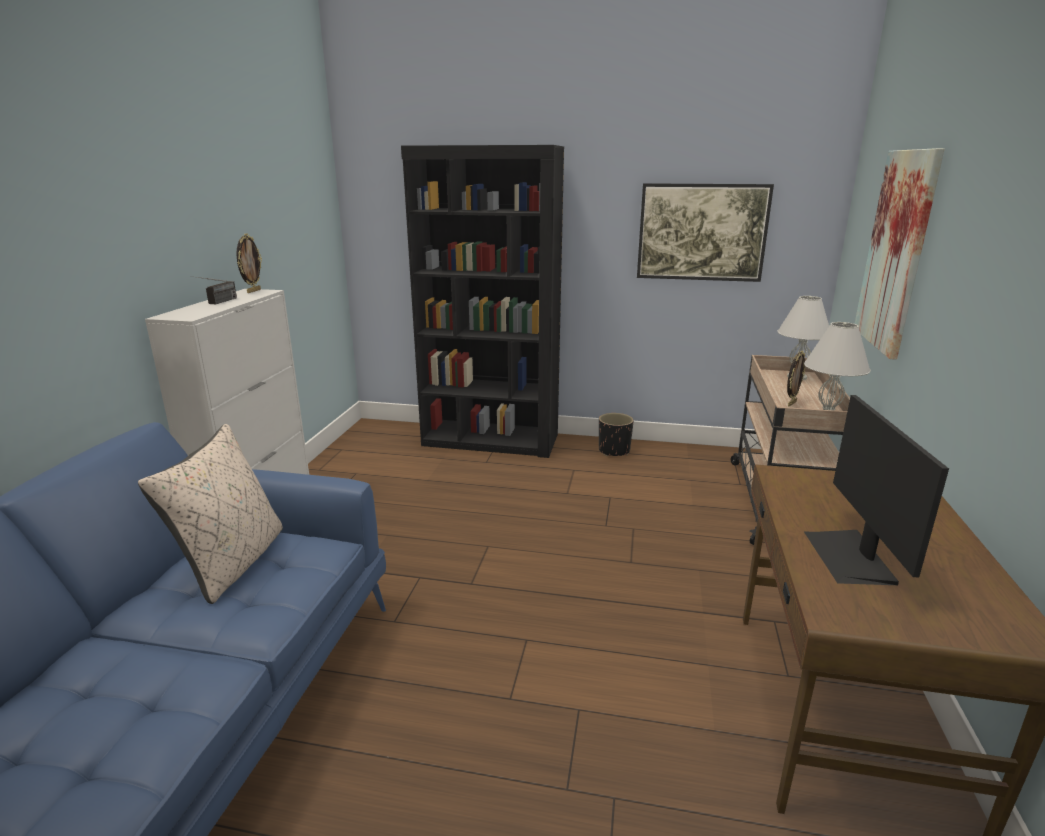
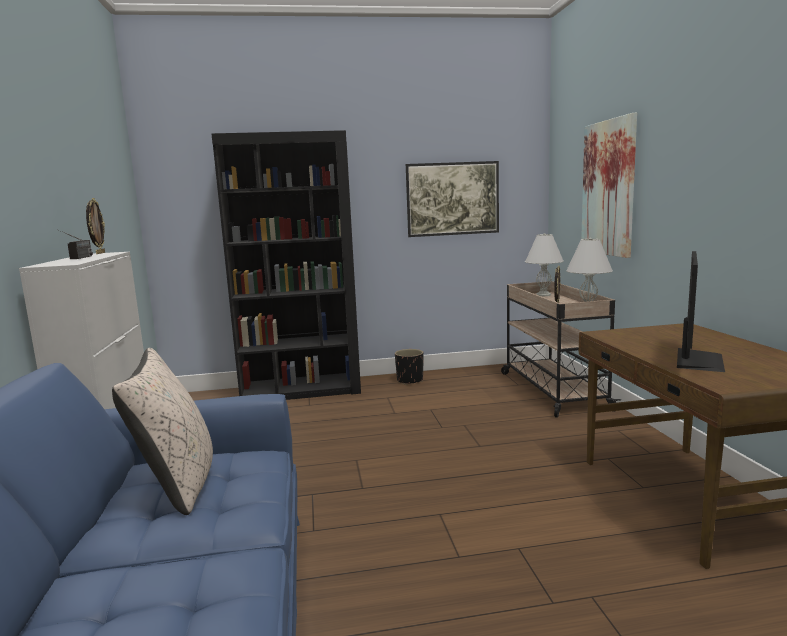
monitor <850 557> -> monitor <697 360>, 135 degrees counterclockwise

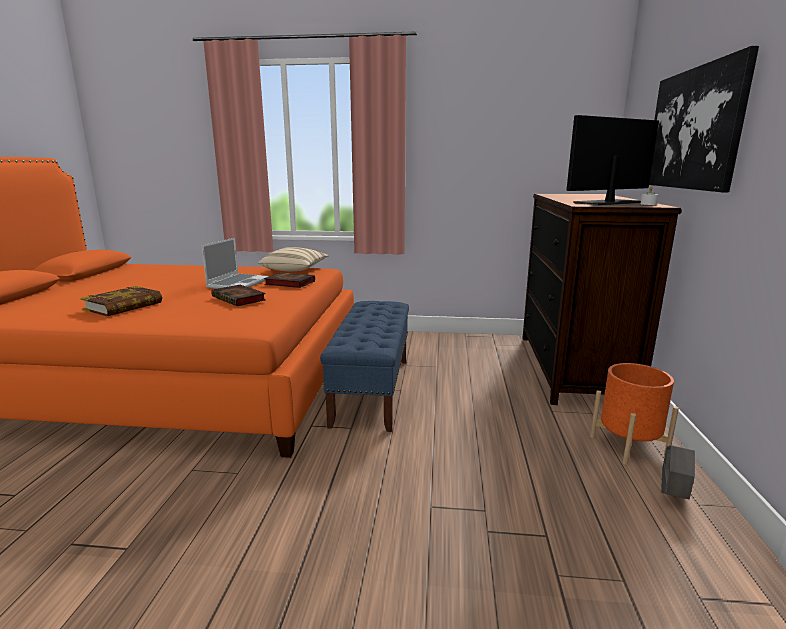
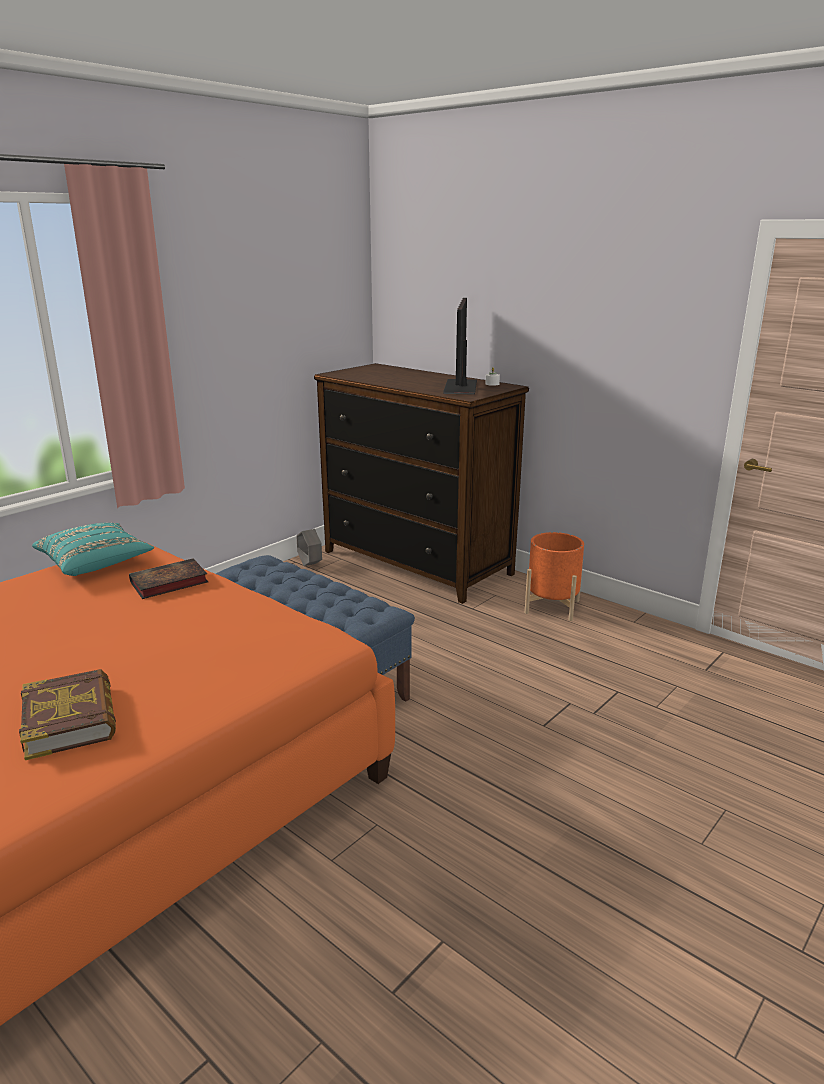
picture <693 129> -> none
laptop <238 283> -> none
pillow (beige) <295 270> -> pillow (turquoise) <96 564>
book <240 299> -> none
planter (grey) <672 495> -> planter (grey) <310 564>, moved

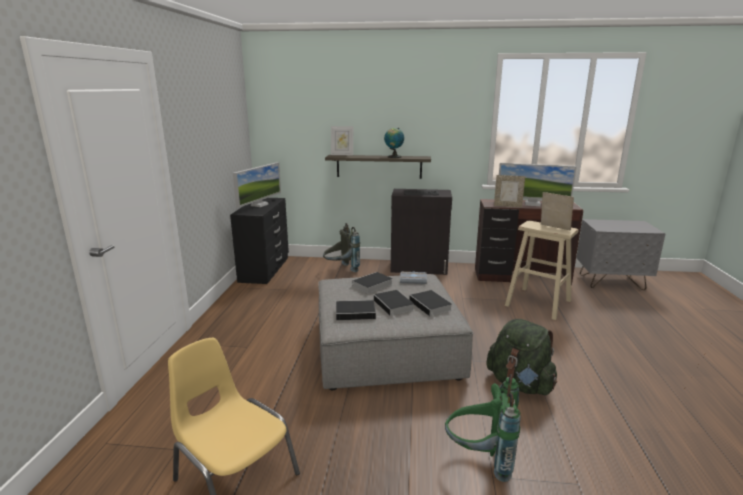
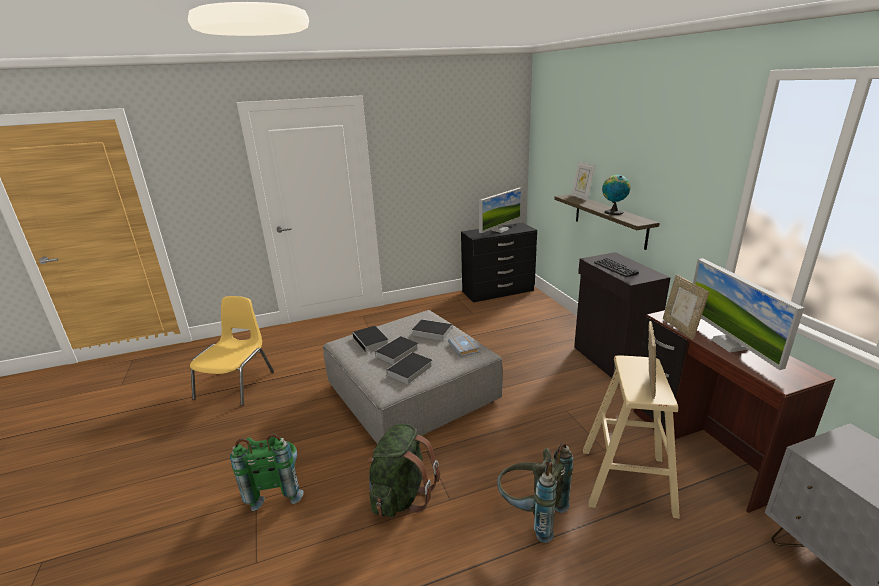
monitor <259 205> -> monitor <500 230>, 45 degrees counterclockwise
backpack (grey) <341 270> -> backpack (grey) <531 514>, moved

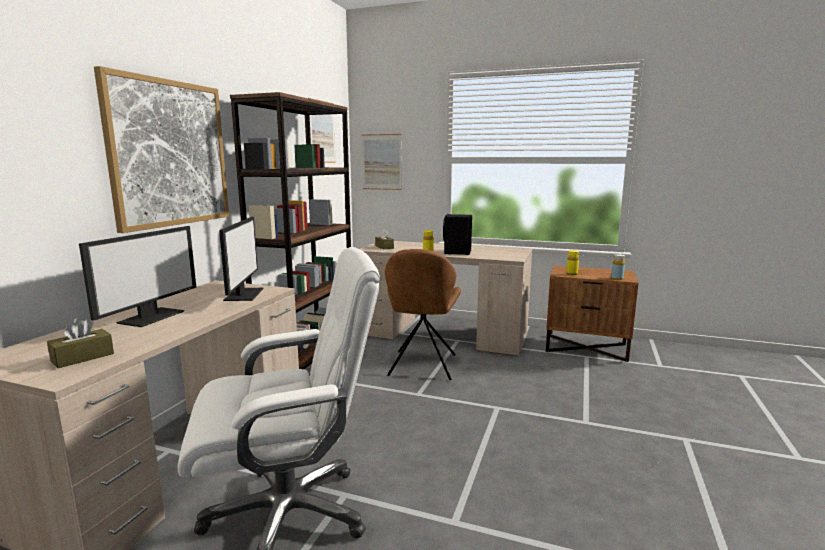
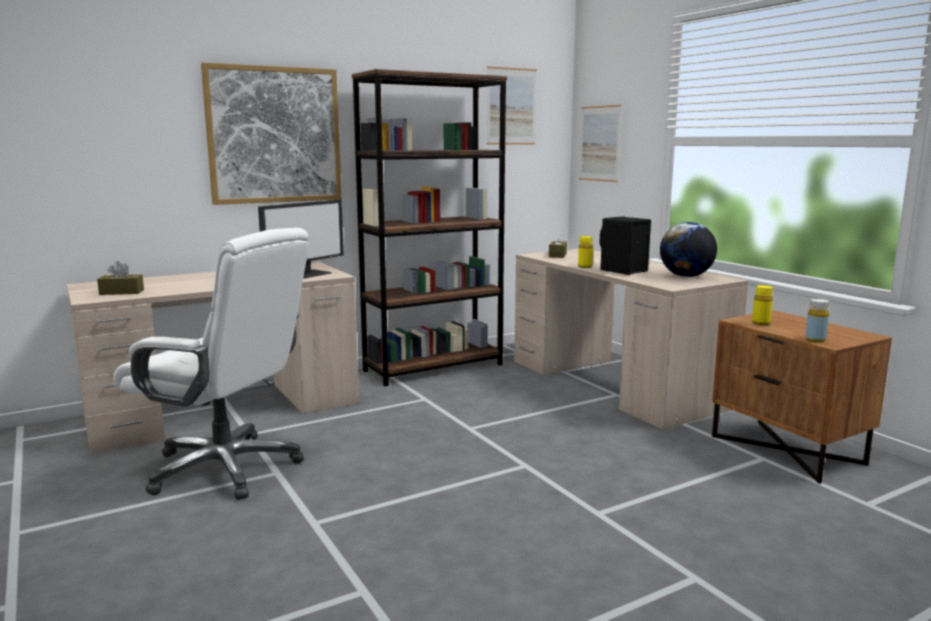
monitor <151 316> -> none
chair (brown) <422 366> -> none
none -> globe <686 276>

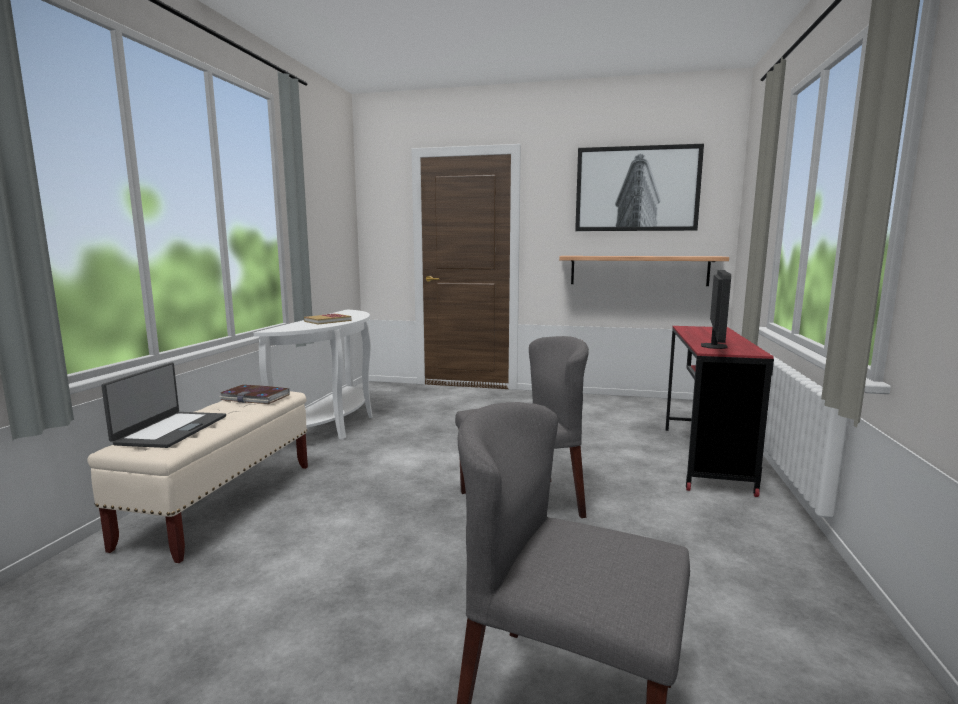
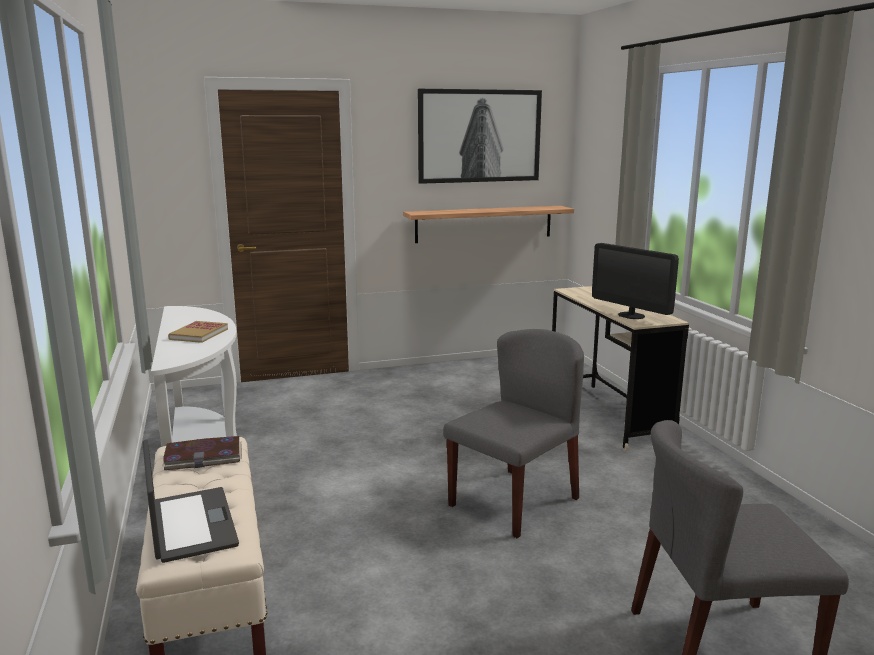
monitor <713 346> -> monitor <631 315>, 150 degrees clockwise
desk (red) <705 458> -> desk (beige) <607 415>

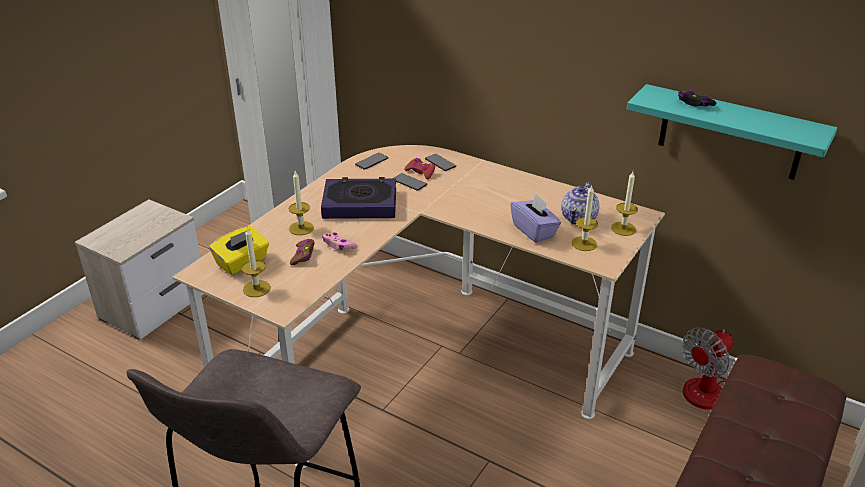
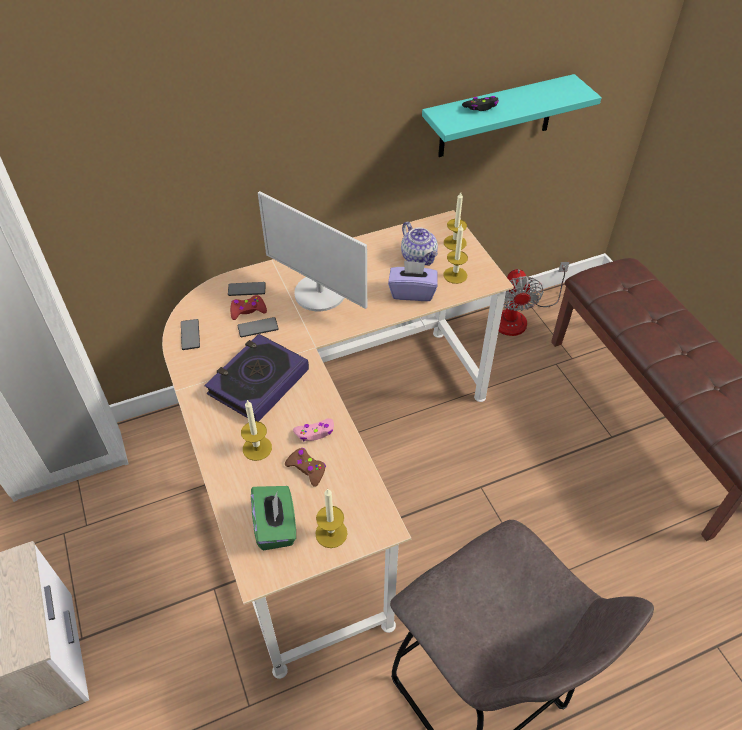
tissue box (yellow) <242 263> -> tissue box (green) <276 526>
none -> monitor <320 293>

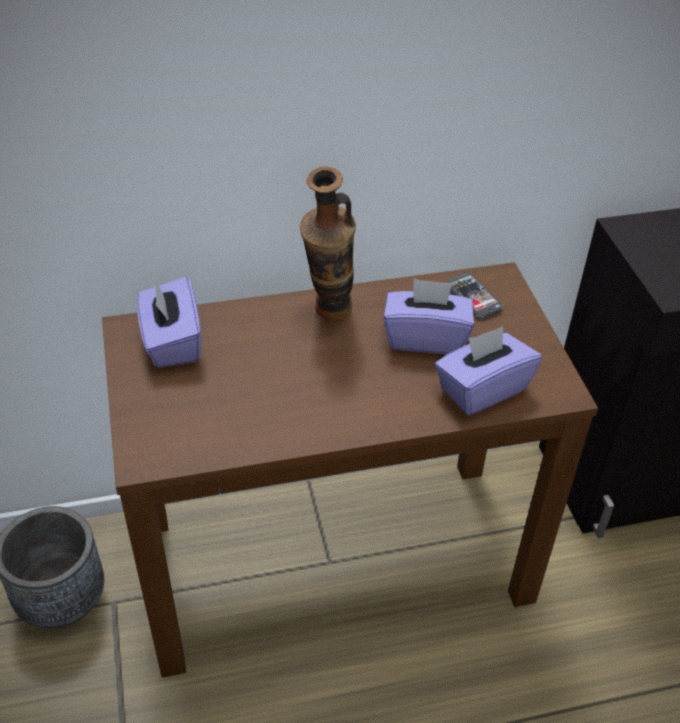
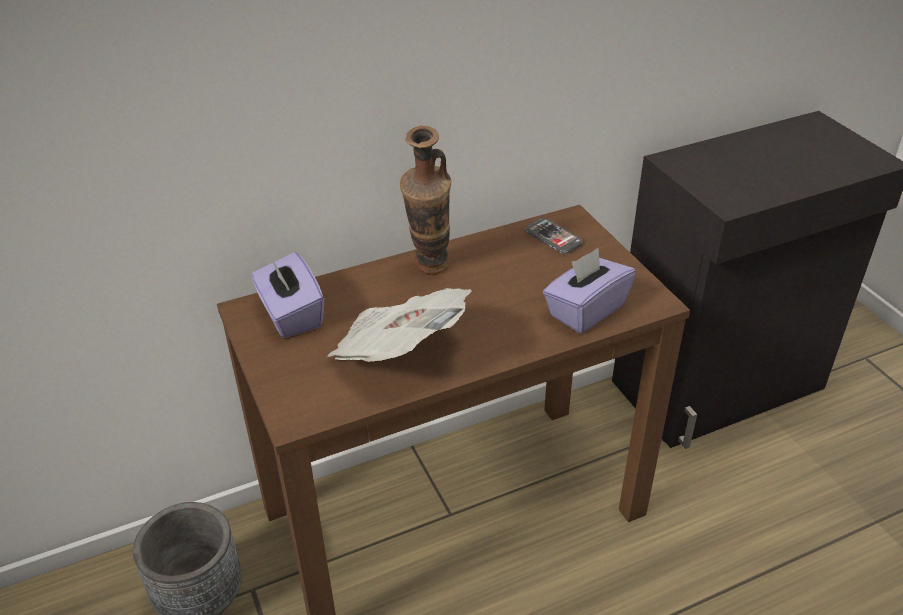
tissue box (purple) <426 338> -> none
none -> newspaper <399 352>

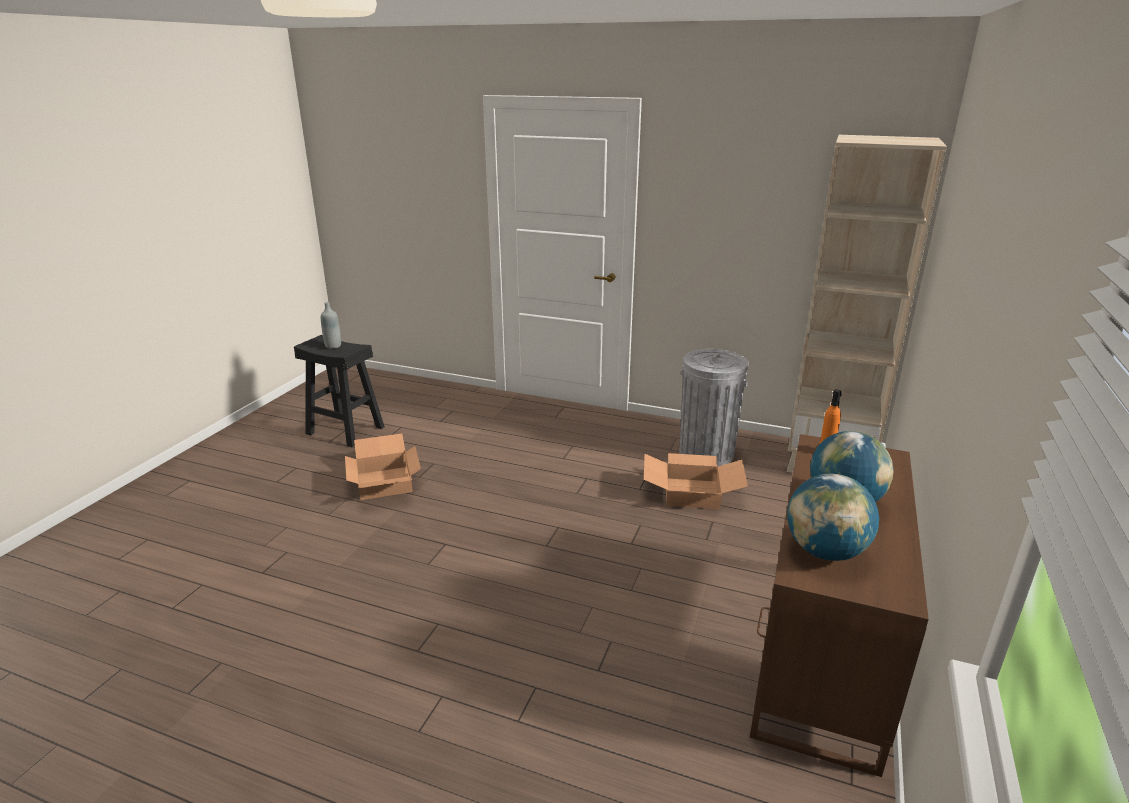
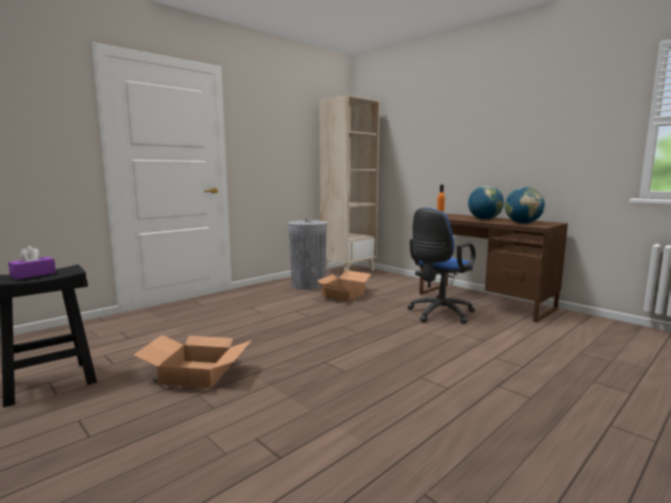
bottle (grey) <333 346> -> tissue box (purple) <33 274>
none -> office chair (blue) <438 314>

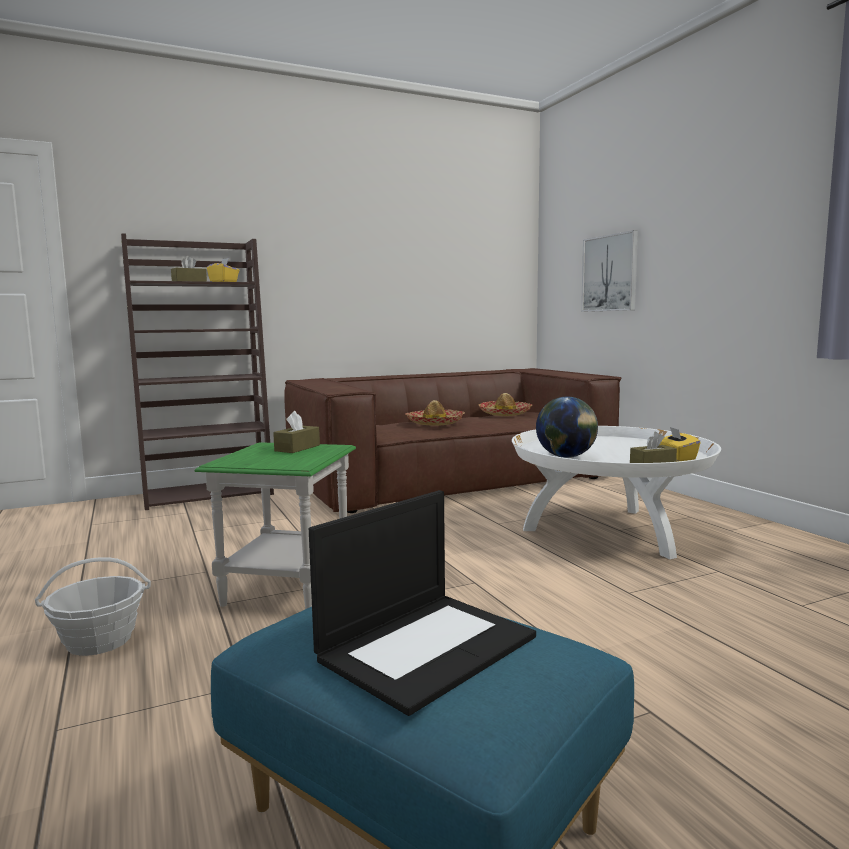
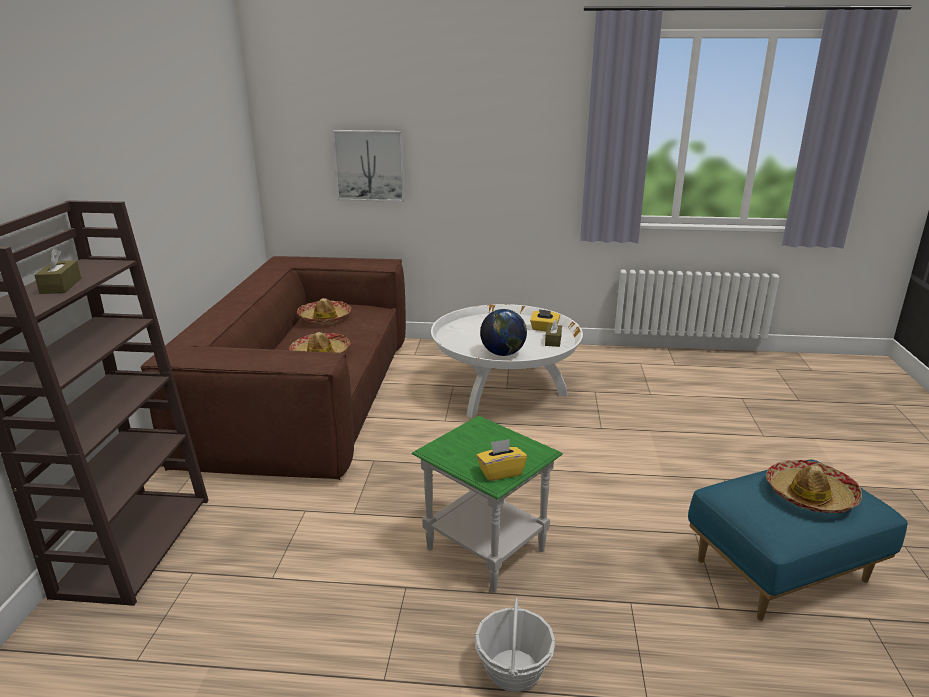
tissue box (yellow) <224 282> -> tissue box (yellow) <500 472>, moved
tissue box (brown) <297 448> -> none
laptop <427 646> -> hat <810 495>

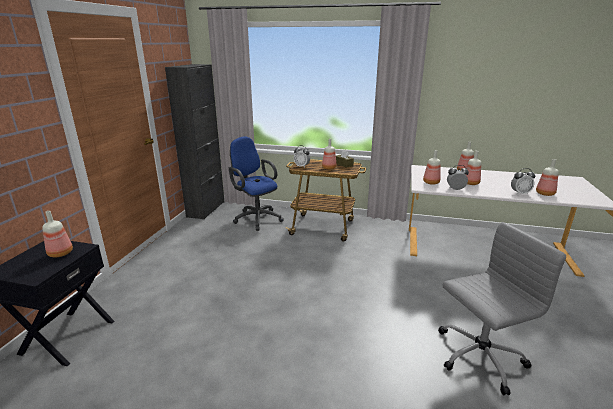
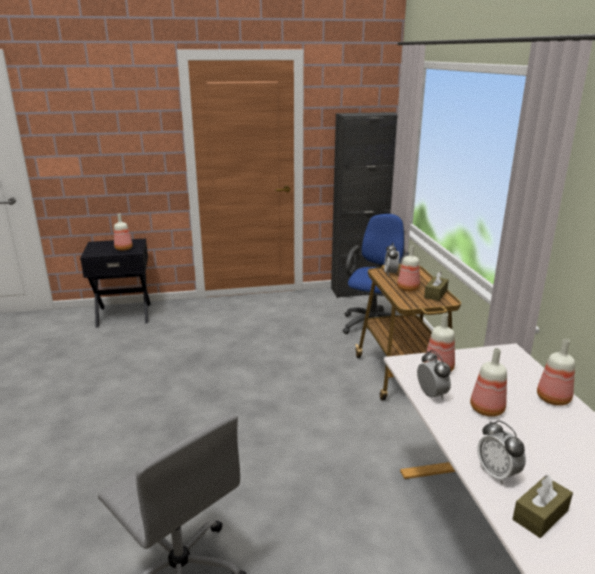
bottle <545 194> -> tissue box (brown) <540 515>

